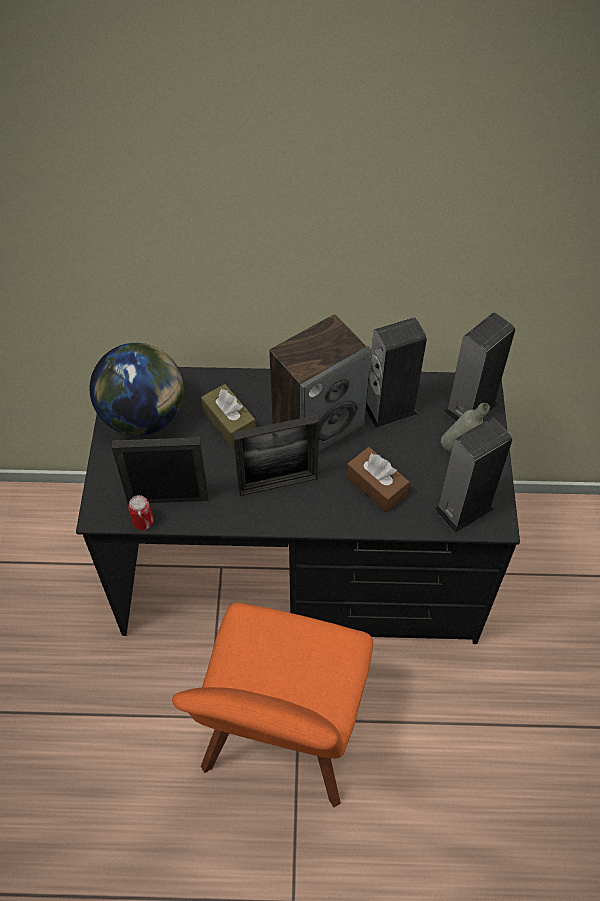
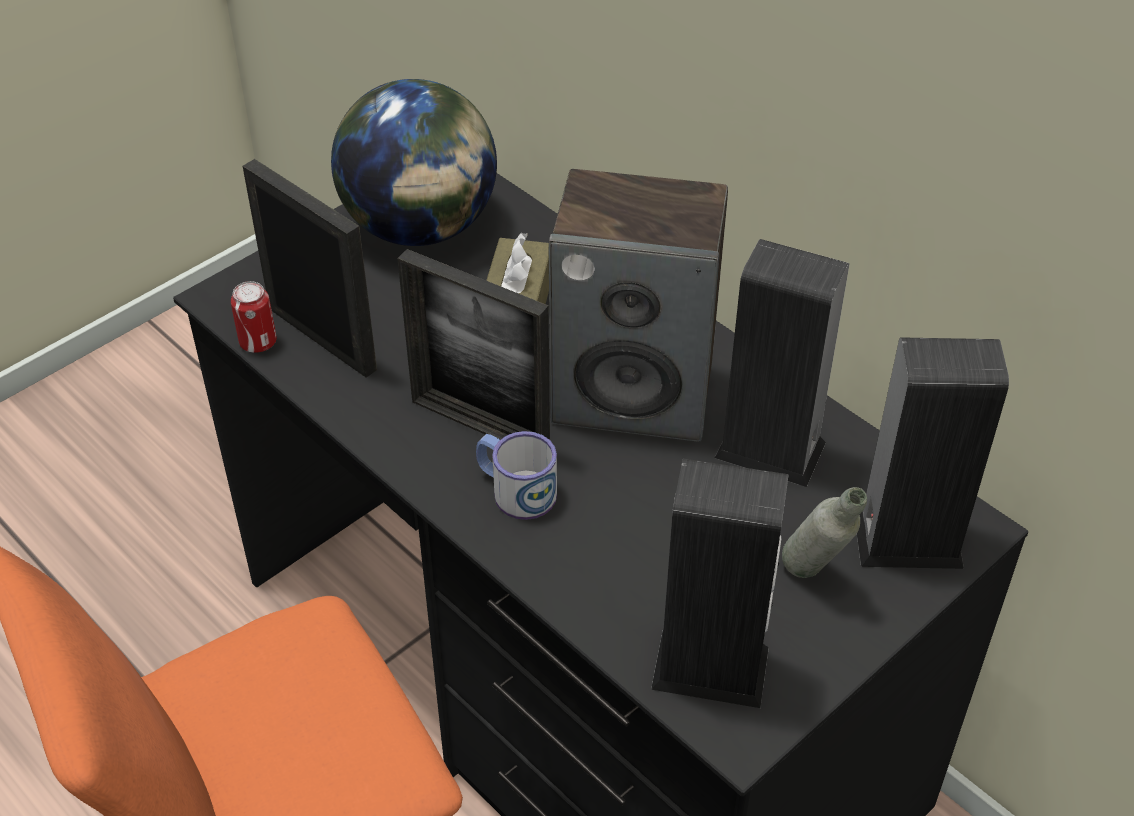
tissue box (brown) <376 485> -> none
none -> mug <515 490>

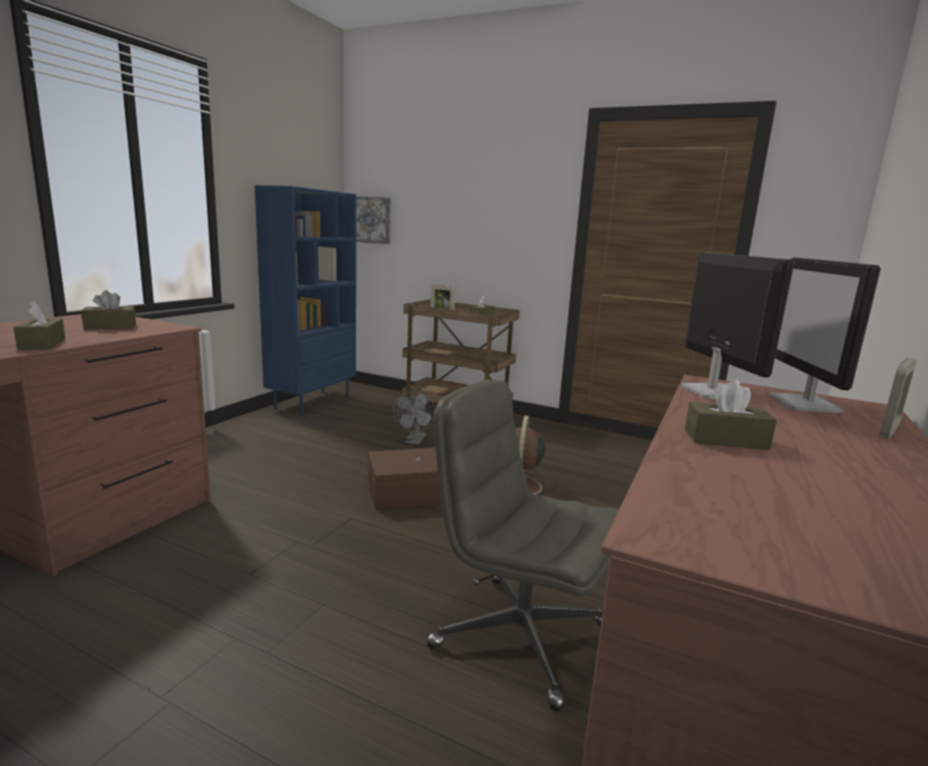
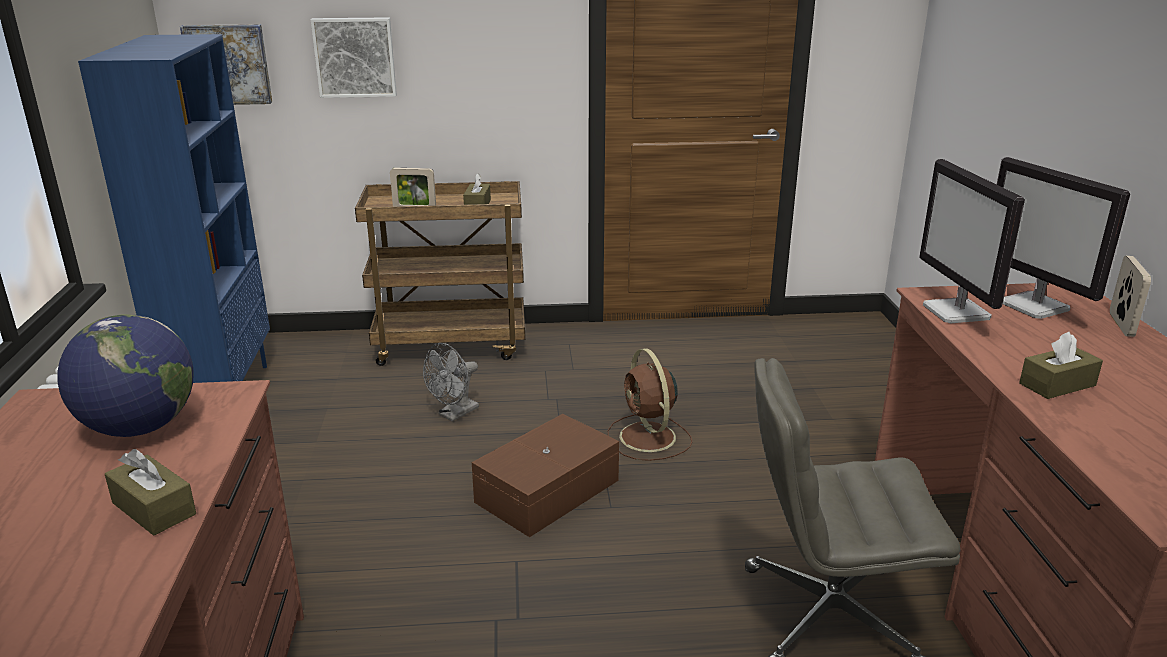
monitor <712 392> -> monitor <957 312>, 150 degrees counterclockwise
tissue box (brown) <110 327> -> globe <140 428>
fan (grey) <414 441> -> fan (grey) <454 414>, 60 degrees clockwise
none -> picture <355 57>

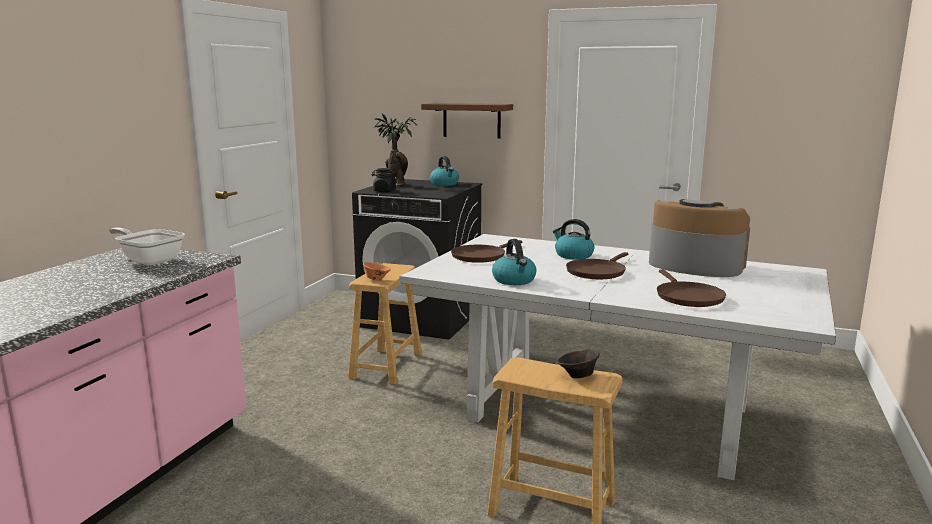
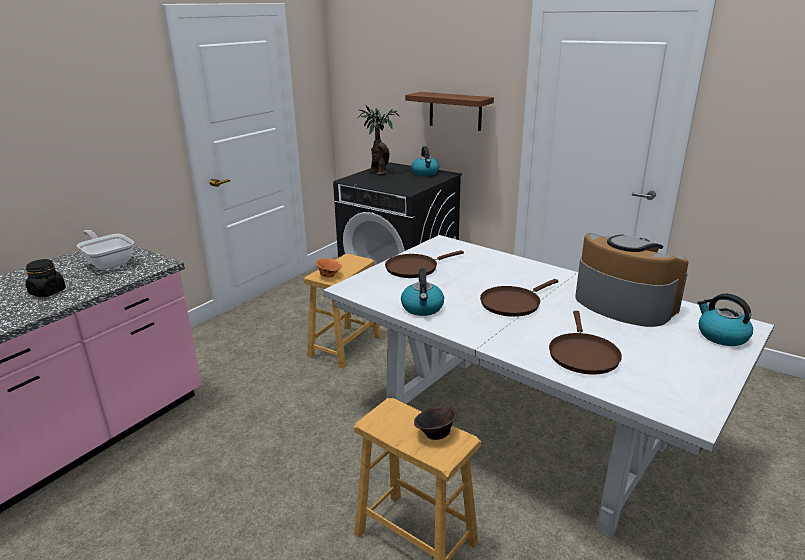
jar (black) <384 191> -> jar (black) <47 292>, moved
kettle <573 255> -> kettle <721 336>, moved

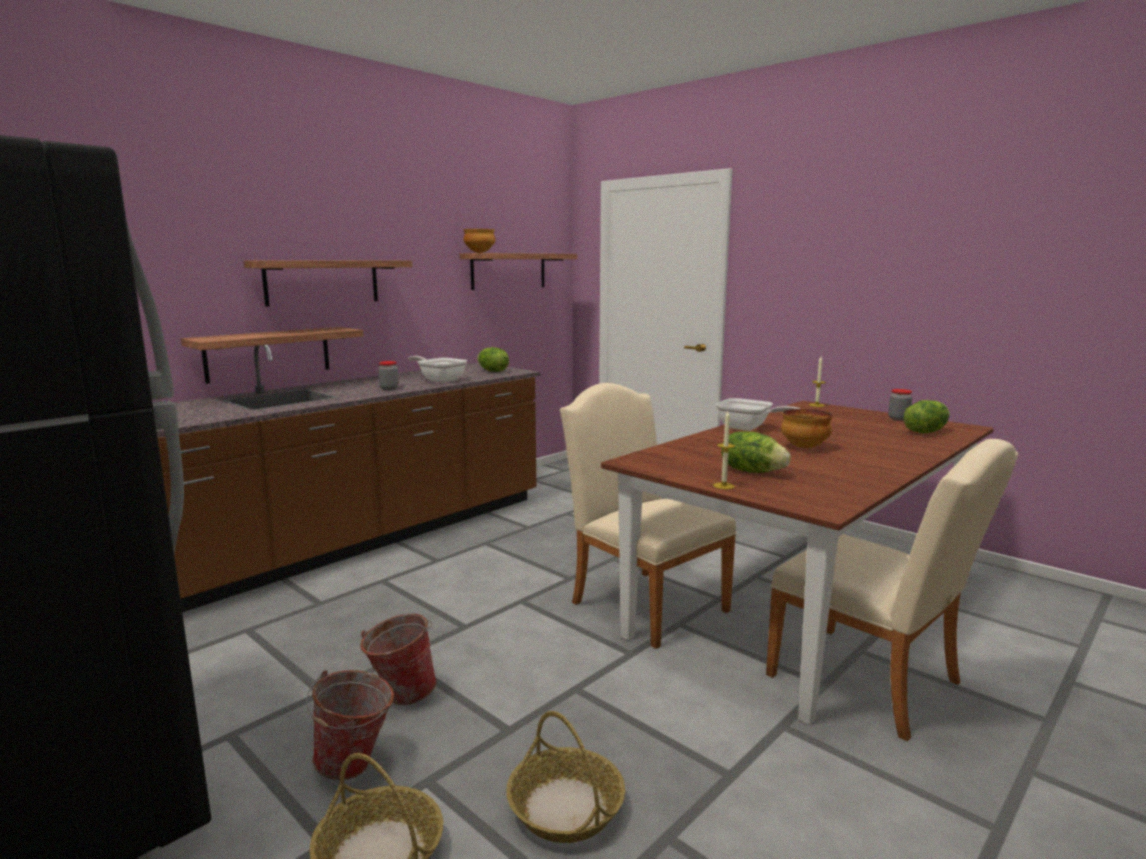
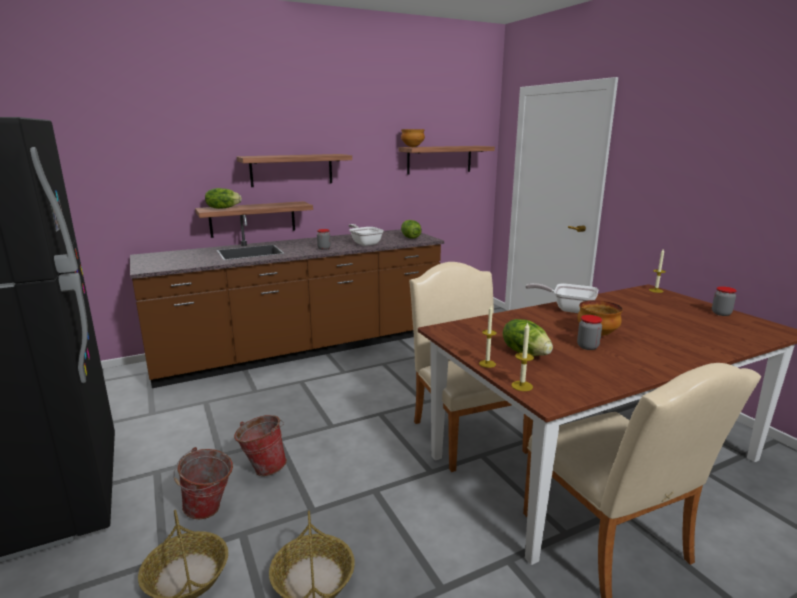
frying pan <749 428> -> frying pan <568 309>, 150 degrees clockwise
lettuce <925 432> -> lettuce <223 208>, moved
none -> jar <587 346>
none -> candle <522 386>

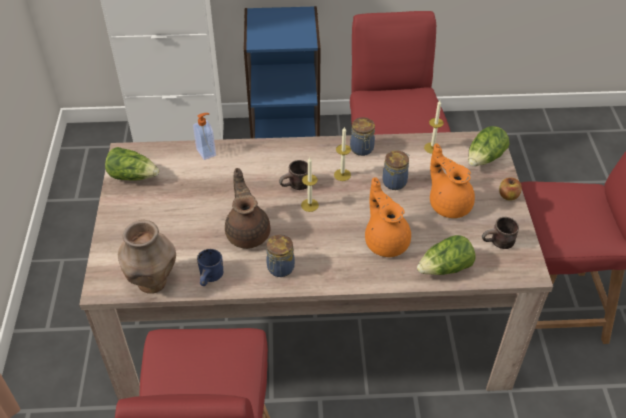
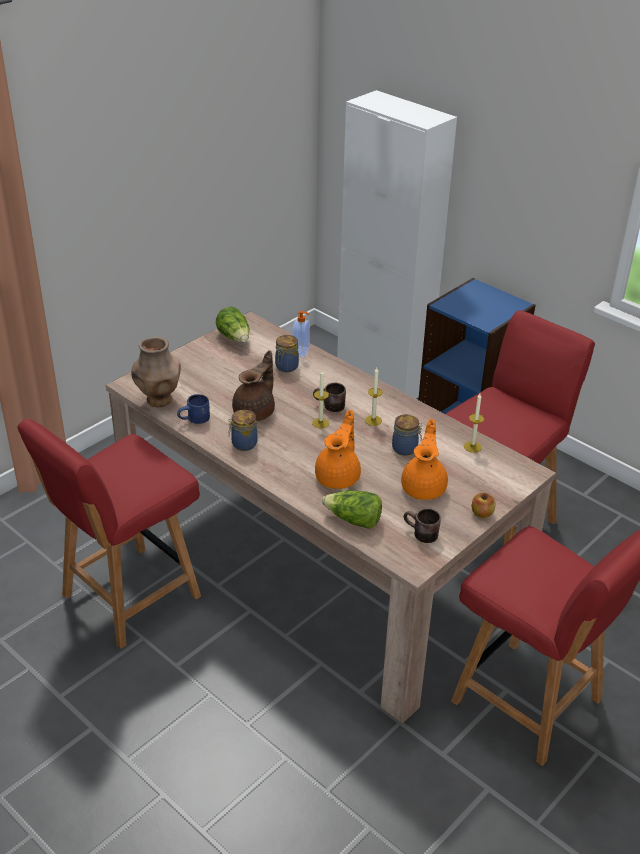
jar <362 149> -> jar <286 367>, moved
lettuce <485 158> -> none

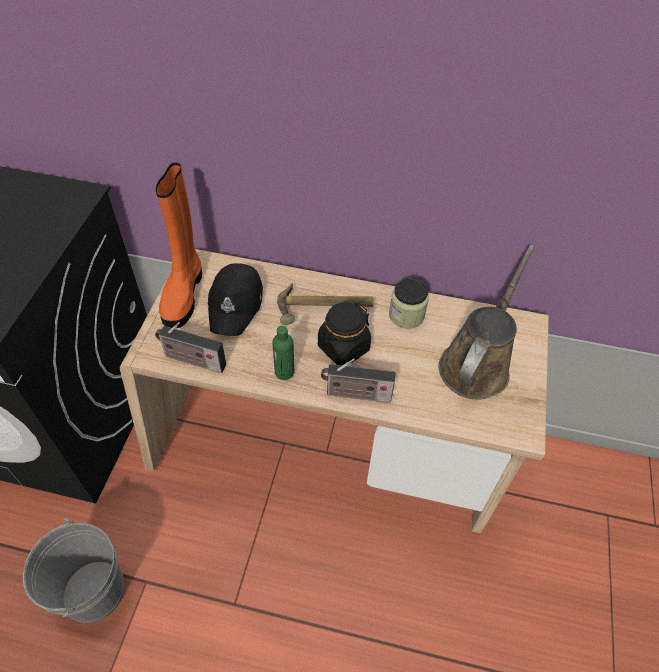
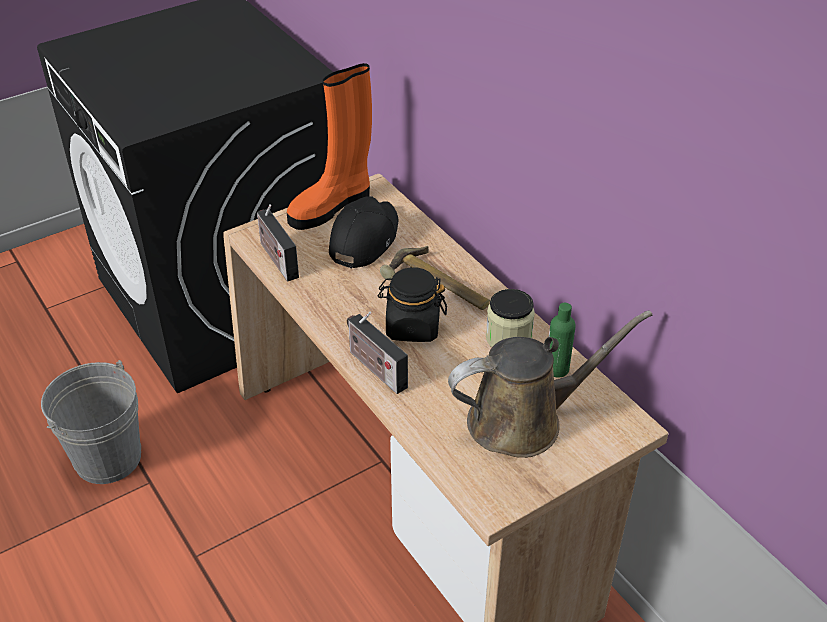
cap (black) <236 304> -> cap (black) <364 239>, 150 degrees clockwise
bottle (green) <284 372> -> bottle (green) <557 369>, moved

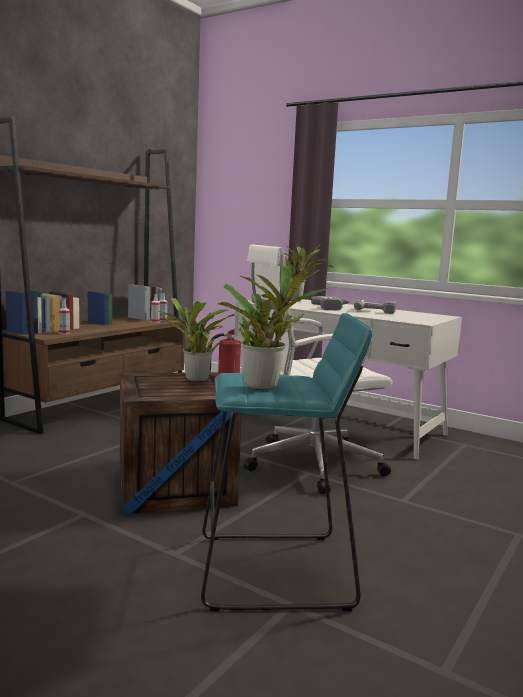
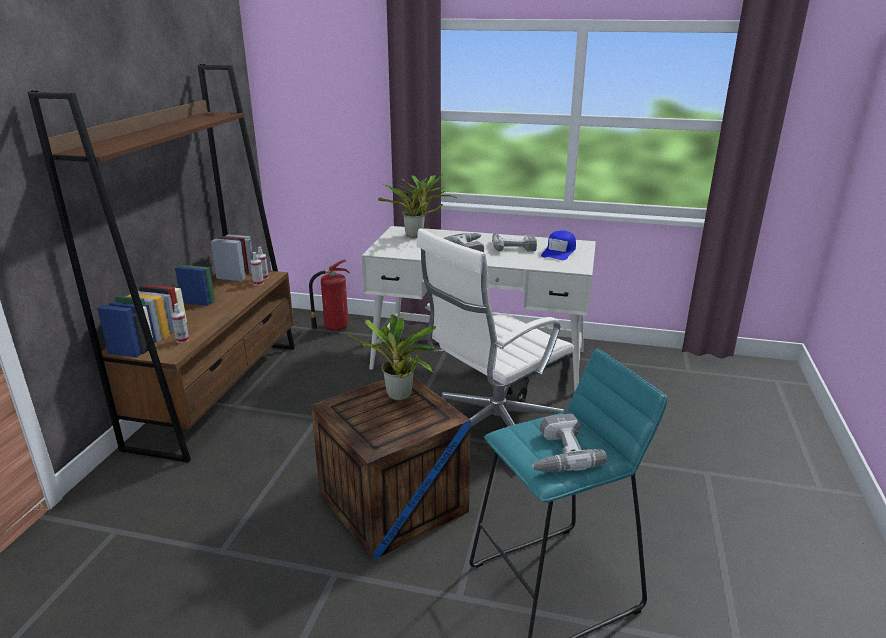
potted plant <264 386> -> power drill <557 453>
none -> cap (blue) <559 252>

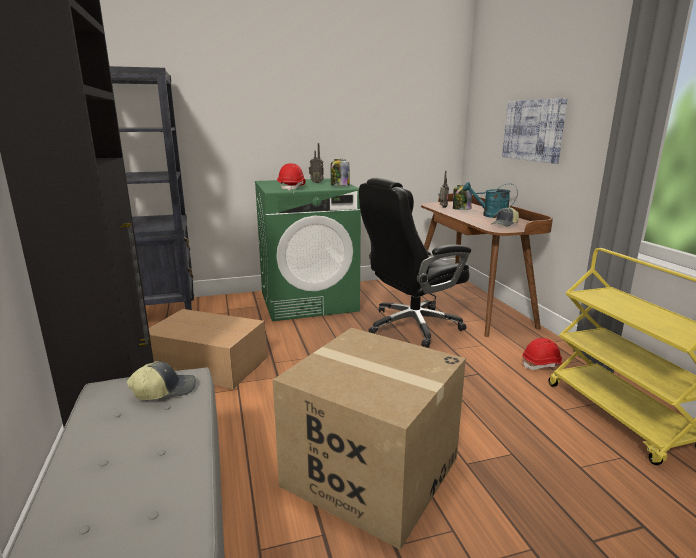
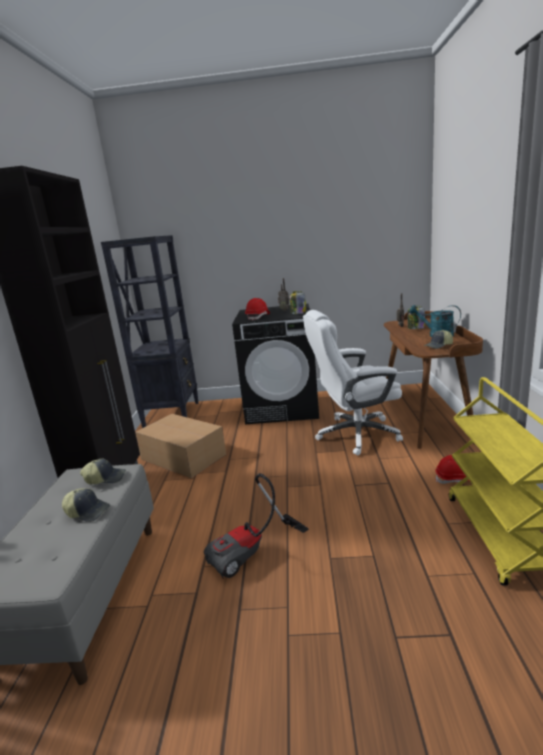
picture <533 130> -> none
washing machine (green) <309 301> -> washing machine (black) <282 408>
office chair (black) <411 326> -> office chair (white) <355 434>
cardboard box <370 472> -> vacuum cleaner <252 553>
none -> cap <88 511>

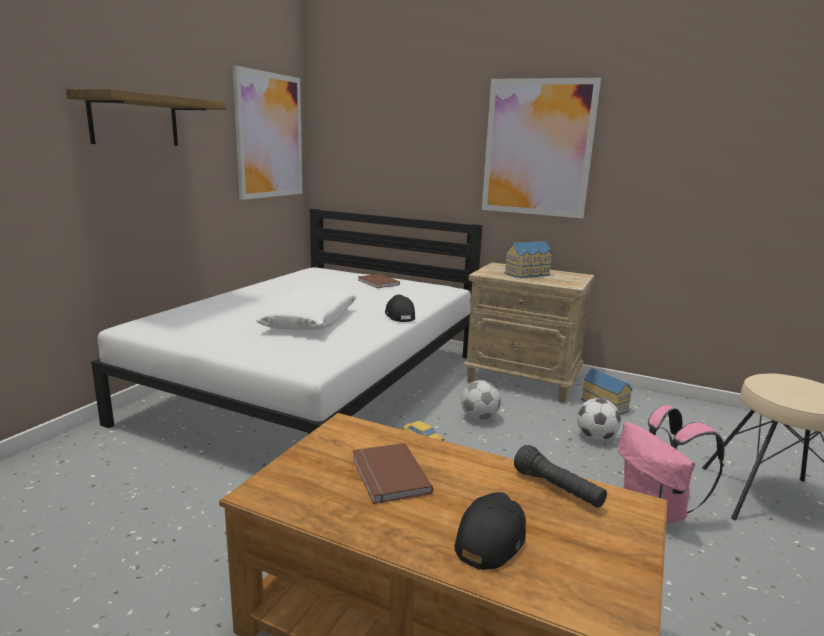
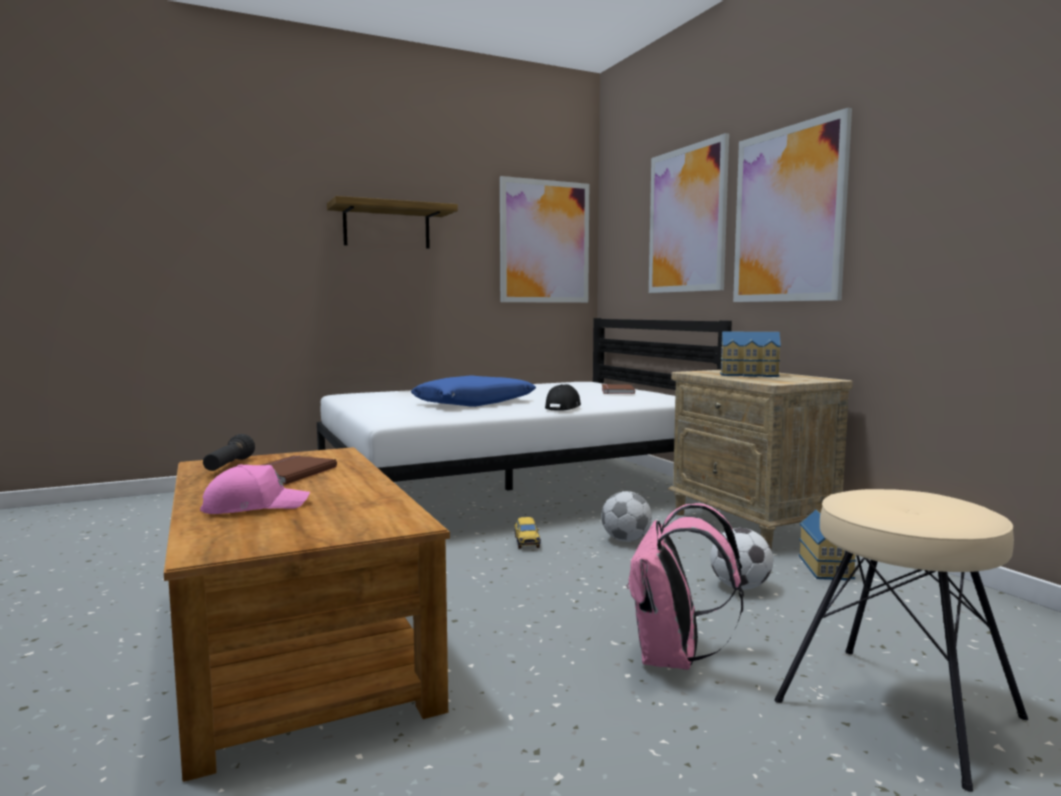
pillow (white) <310 321> -> pillow (blue) <474 403>
flashlight (black) <557 489> -> flashlight (black) <229 466>, moved
cap (black) <491 538> -> cap (pink) <254 506>
none -> picture <687 220>

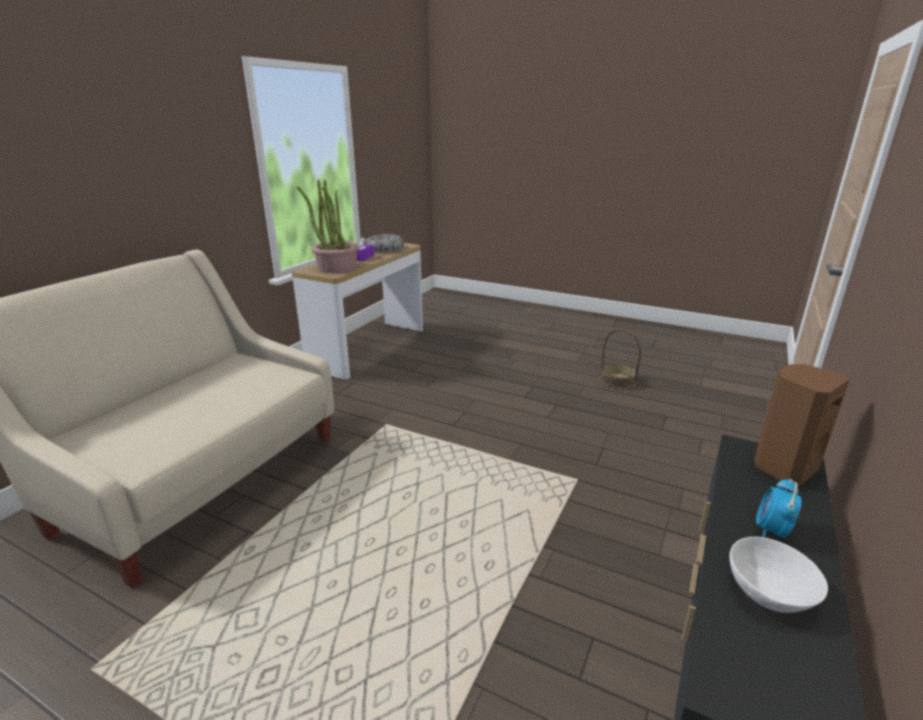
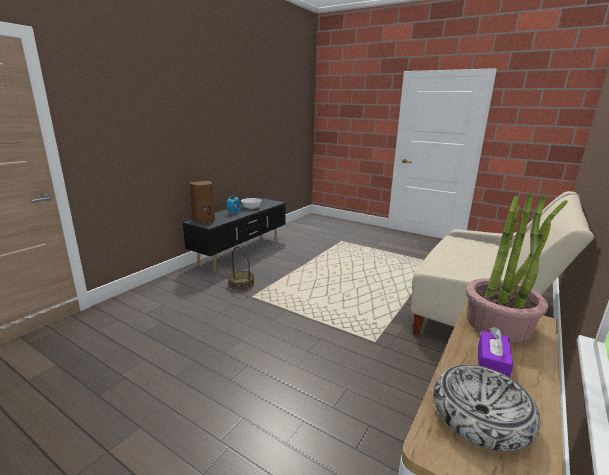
basket <617 381> -> basket <241 284>, moved

